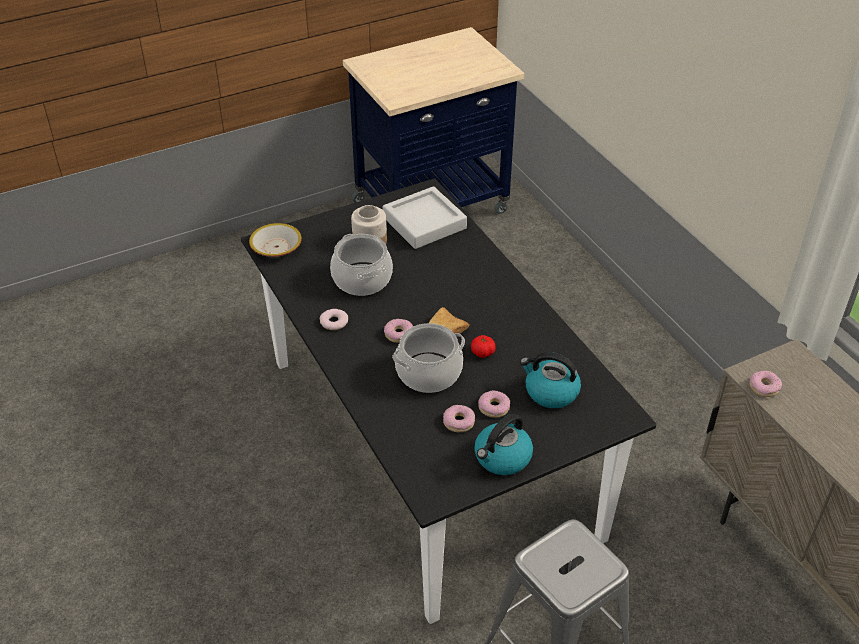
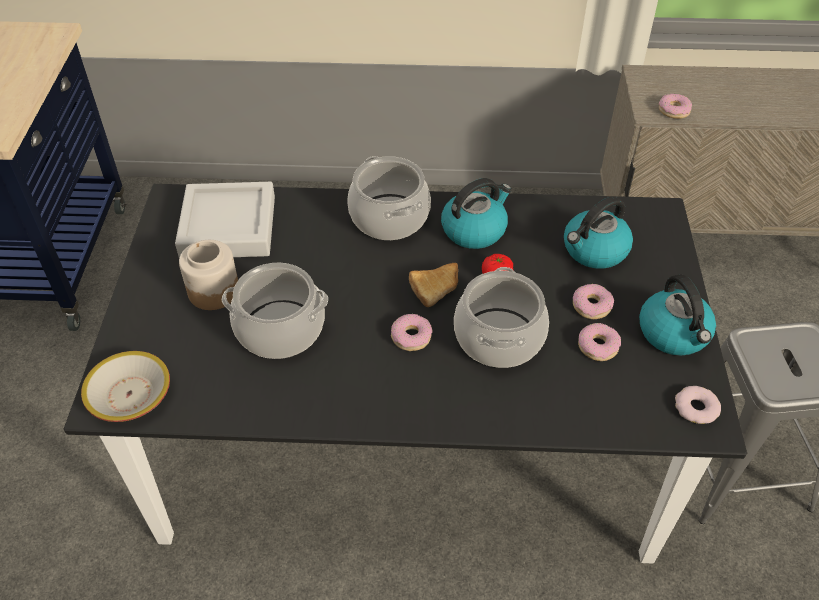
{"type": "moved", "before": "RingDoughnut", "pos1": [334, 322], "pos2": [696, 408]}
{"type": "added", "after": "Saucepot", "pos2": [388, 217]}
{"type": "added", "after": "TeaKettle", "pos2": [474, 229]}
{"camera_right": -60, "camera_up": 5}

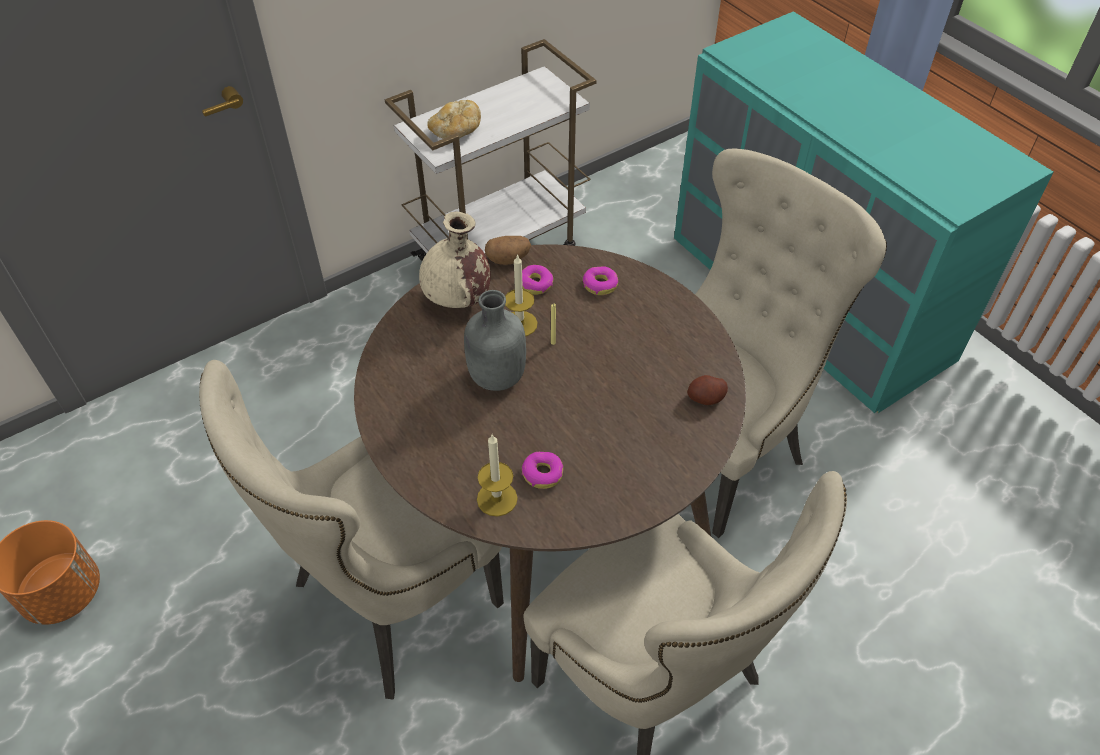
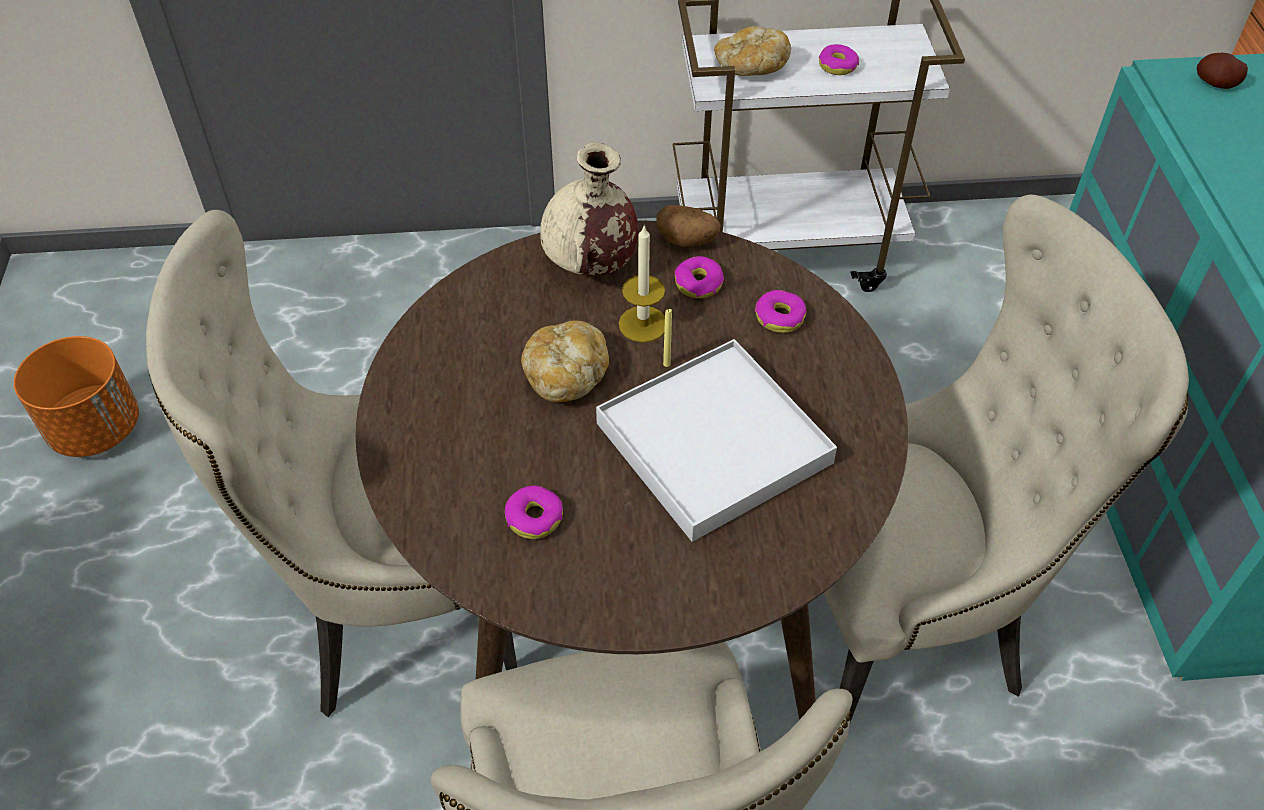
{"type": "replaced", "before": "GreyBeverageBottle", "after": "BakedBread", "pos1": [495, 377], "pos2": [566, 375]}
{"type": "removed", "before": "WaxCandle", "pos1": [497, 498]}
{"type": "moved", "before": "WholePotato", "pos1": [706, 398], "pos2": [1216, 83]}
{"type": "added", "after": "WhitishTray", "pos2": [712, 443]}
{"type": "added", "after": "RingDoughnut", "pos2": [837, 66]}
{"camera_right": 30, "camera_up": 0}

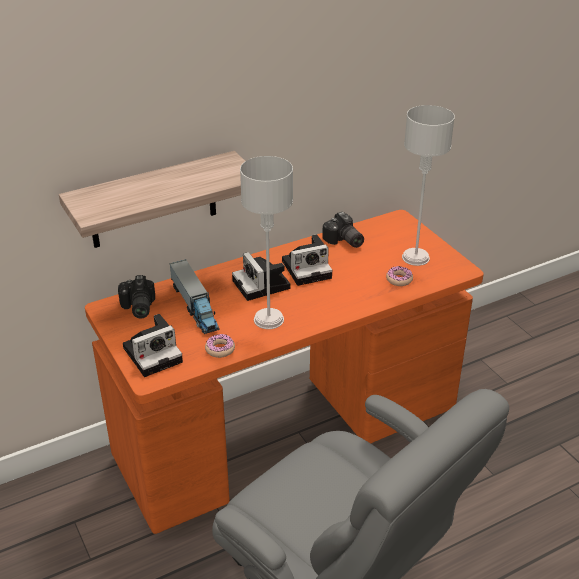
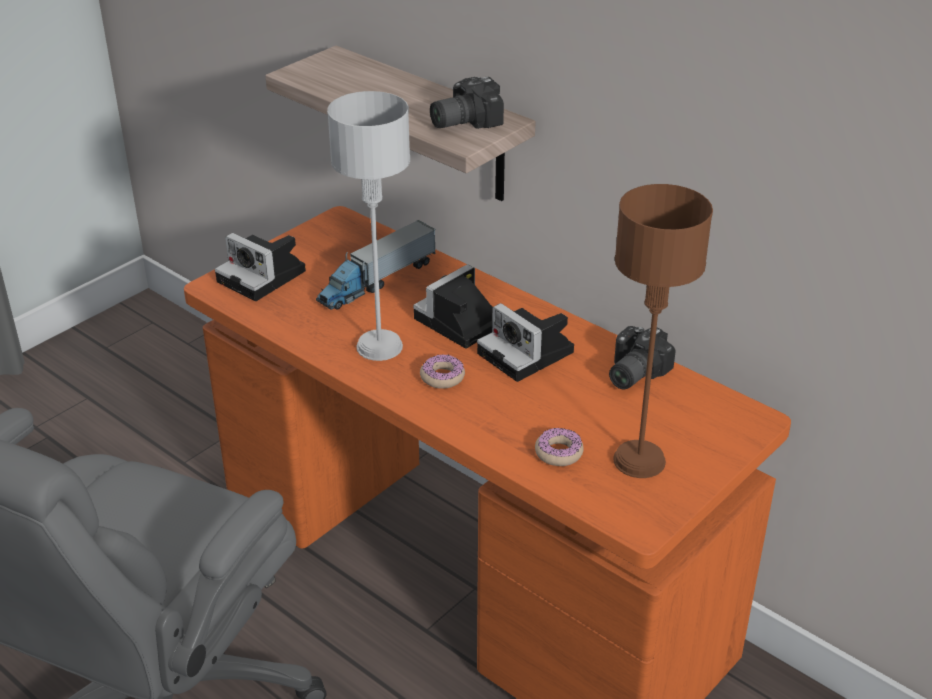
{"type": "moved", "before": "StillCamera", "pos1": [137, 308], "pos2": [462, 121]}
{"type": "moved", "before": "RingDoughnut", "pos1": [220, 349], "pos2": [442, 377]}
{"type": "recoloured", "before": "GreyTabletopLamp", "after": "BrownTabletopLamp", "pos1": [415, 257], "pos2": [640, 460]}
{"camera_right": 70, "camera_up": 0}

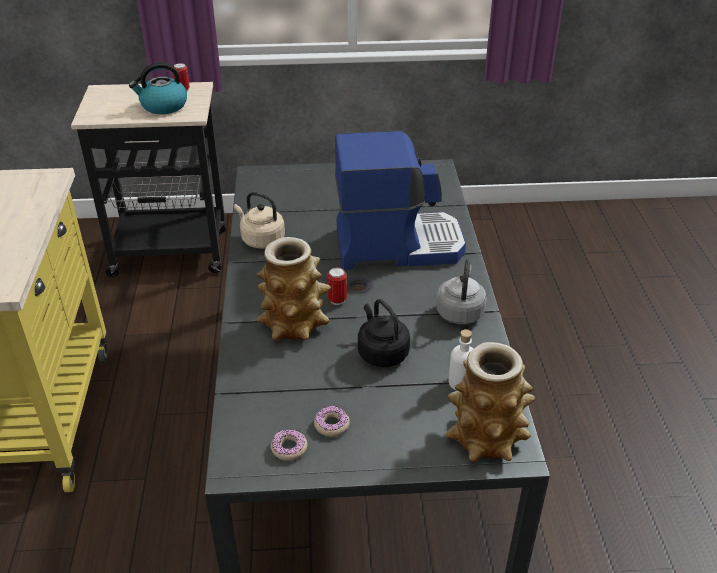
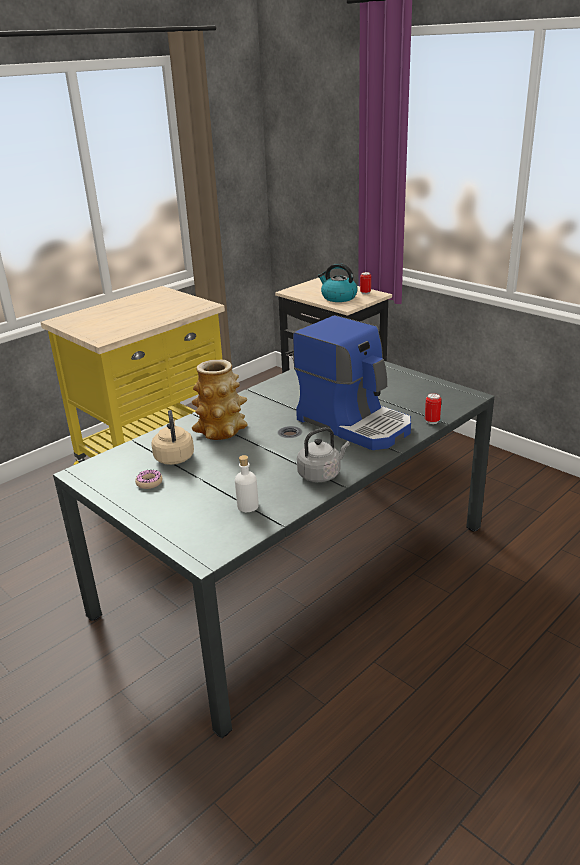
{"type": "moved", "before": "SandColouredTeaKettle", "pos1": [261, 239], "pos2": [174, 457]}
{"type": "removed", "before": "RingDoughnut", "pos1": [289, 448]}
{"type": "moved", "before": "Can", "pos1": [337, 300], "pos2": [432, 421]}
{"type": "removed", "before": "BlackColouredTeaKettle", "pos1": [381, 352]}
{"type": "removed", "before": "FlowerVase", "pos1": [486, 437]}
{"camera_right": 50, "camera_up": -10}

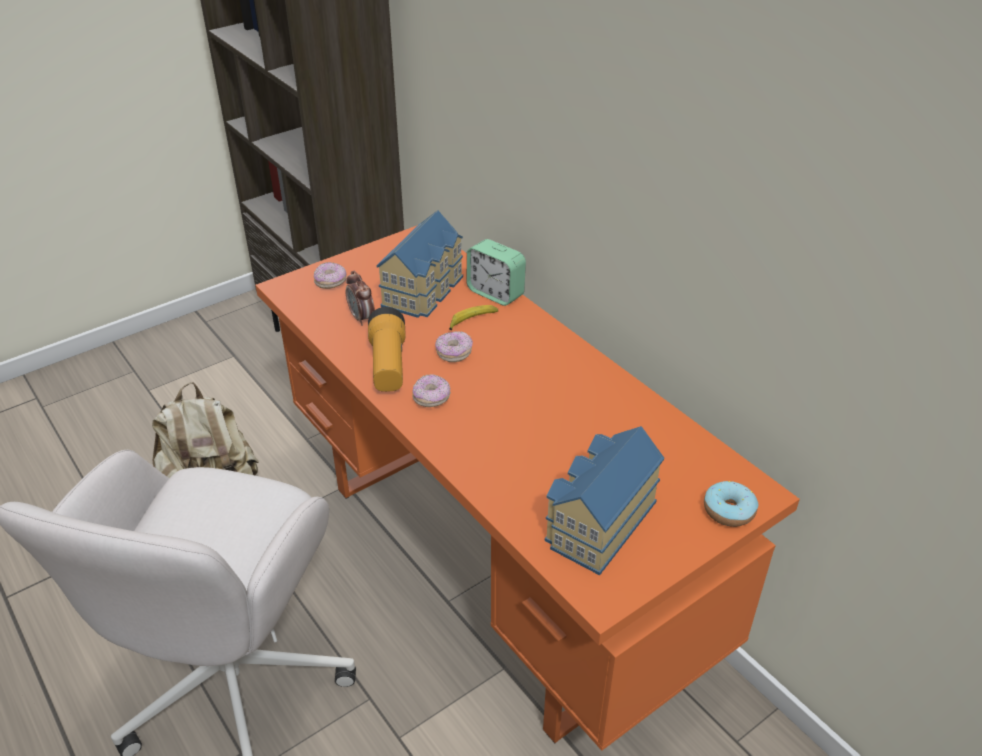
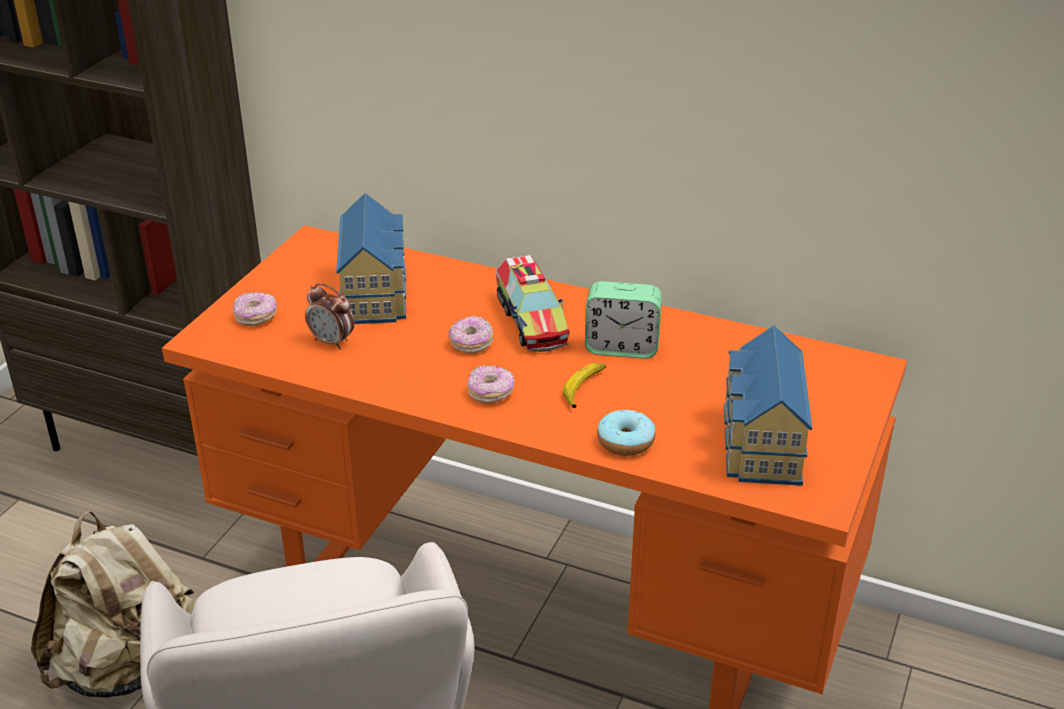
{"type": "removed", "before": "Flashlight", "pos1": [388, 364]}
{"type": "moved", "before": "WholeBanana", "pos1": [472, 321], "pos2": [584, 389]}
{"type": "moved", "before": "TableClock", "pos1": [495, 293], "pos2": [622, 347]}
{"type": "moved", "before": "RingDoughnut", "pos1": [729, 511], "pos2": [625, 441]}
{"type": "added", "after": "ModelTruck", "pos2": [531, 320]}
{"camera_right": -30, "camera_up": -5}

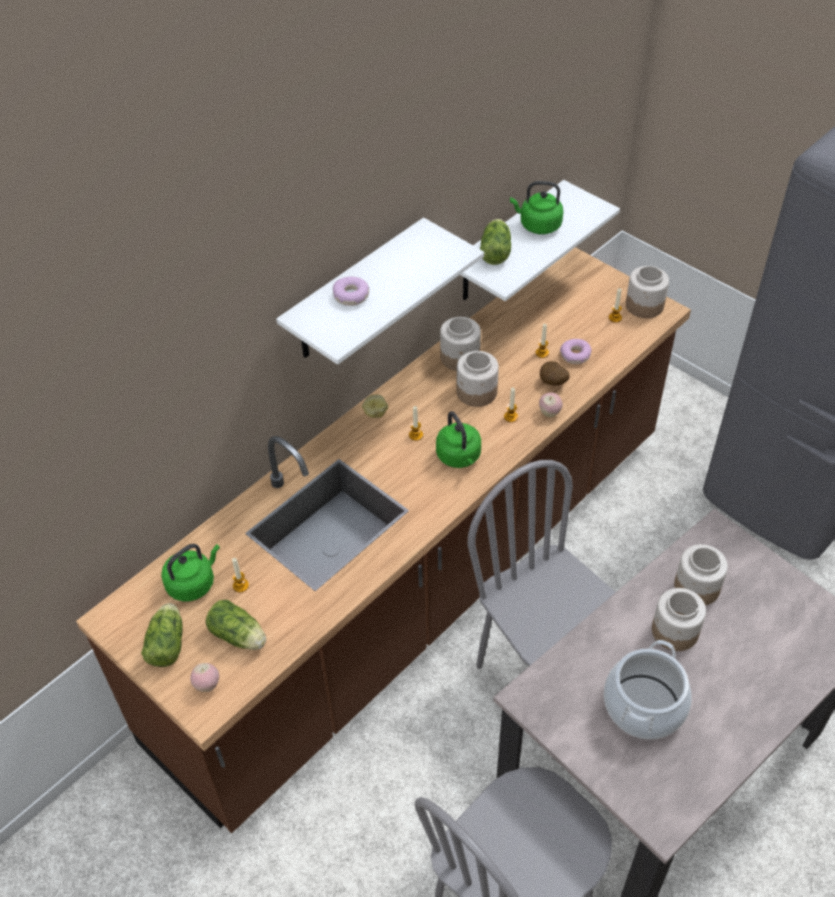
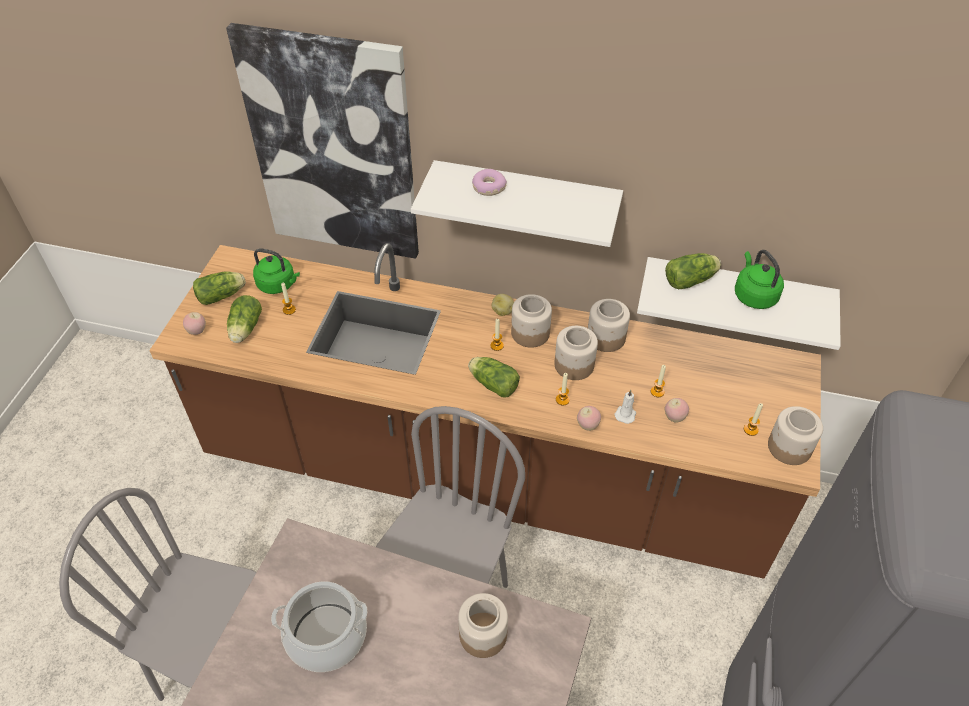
{"type": "replaced", "before": "GreenishTeaKettle", "after": "HeadOfLettuce", "pos1": [459, 457], "pos2": [492, 383]}
{"type": "replaced", "before": "WholePotato", "after": "WhitishWaxCandle", "pos1": [552, 383], "pos2": [625, 414]}
{"type": "replaced", "before": "RingDoughnut", "after": "Apple", "pos1": [575, 355], "pos2": [674, 417]}
{"type": "moved", "before": "Jar", "pos1": [674, 631], "pos2": [529, 333]}
{"type": "added", "after": "Picture", "pos2": [333, 147]}
{"camera_right": 60, "camera_up": 0}

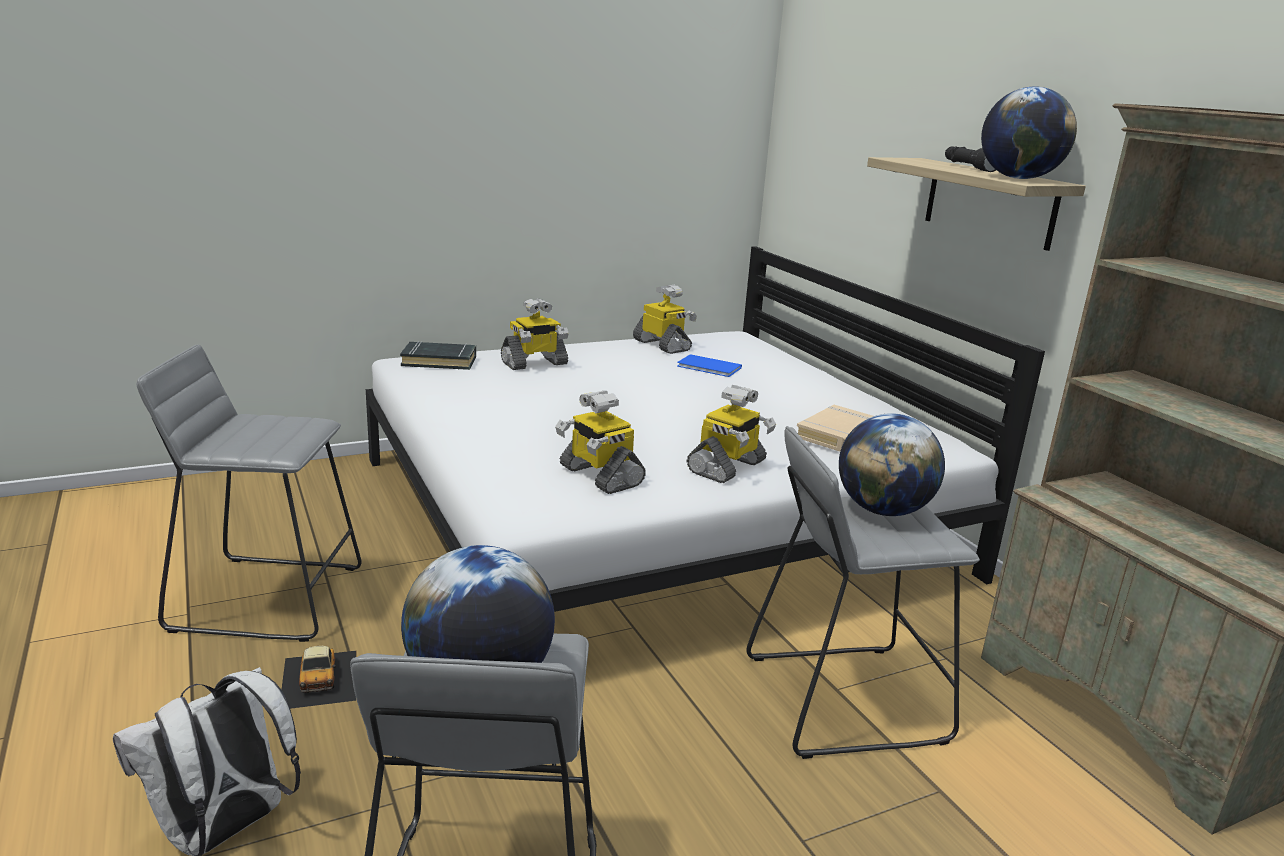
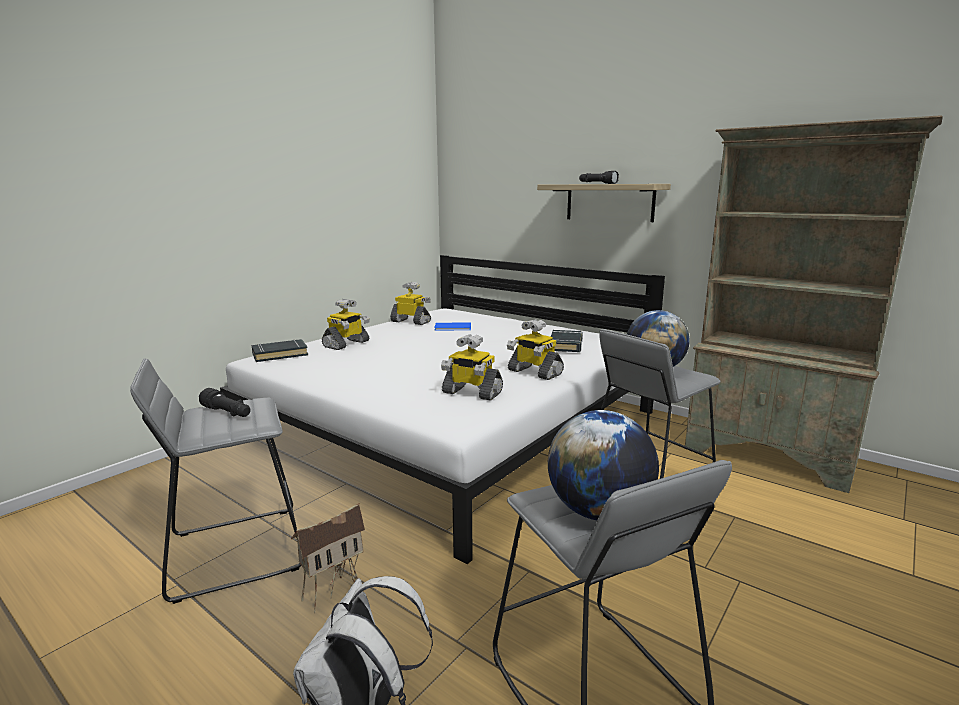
{"type": "replaced", "before": "MiniatureCar", "after": "ModelHouse", "pos1": [320, 678], "pos2": [332, 590]}
{"type": "turned", "before": "RobotFigure", "pos1": [727, 467], "pos2": [534, 372], "turn": 120}
{"type": "recoloured", "before": "SandColouredBook", "after": "BlackColouredBook", "pos1": [836, 434], "pos2": [566, 345]}
{"type": "removed", "before": "WorldGlobe", "pos1": [1018, 178]}
{"type": "added", "after": "BlackColouredFlashlight", "pos2": [227, 413]}
{"camera_right": -25, "camera_up": -5}

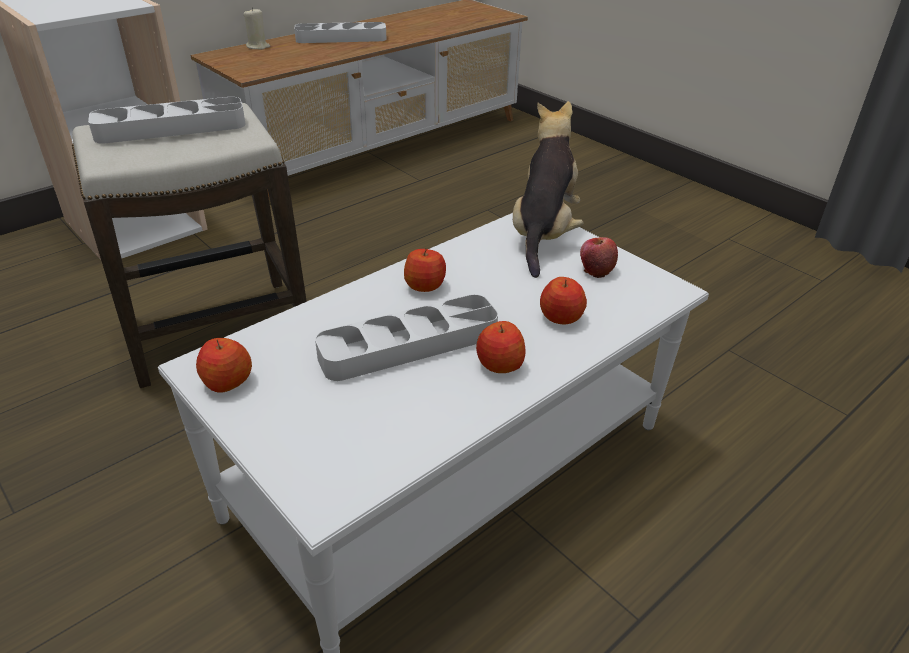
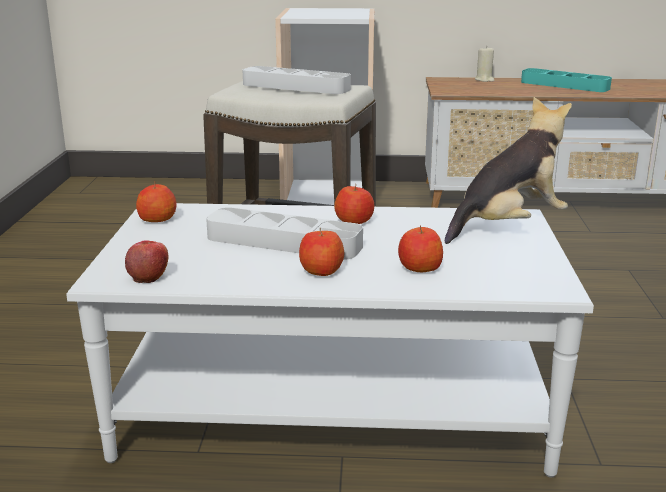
{"type": "recoloured", "before": "GreyTray", "after": "TurquoiseColouredTray", "pos1": [341, 38], "pos2": [564, 85]}
{"type": "moved", "before": "Apple", "pos1": [596, 269], "pos2": [148, 276]}
{"camera_right": 45, "camera_up": -15}

